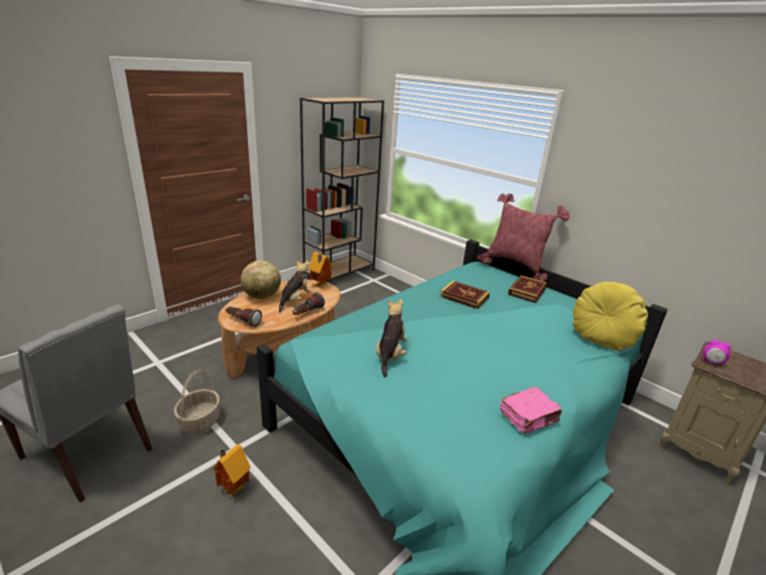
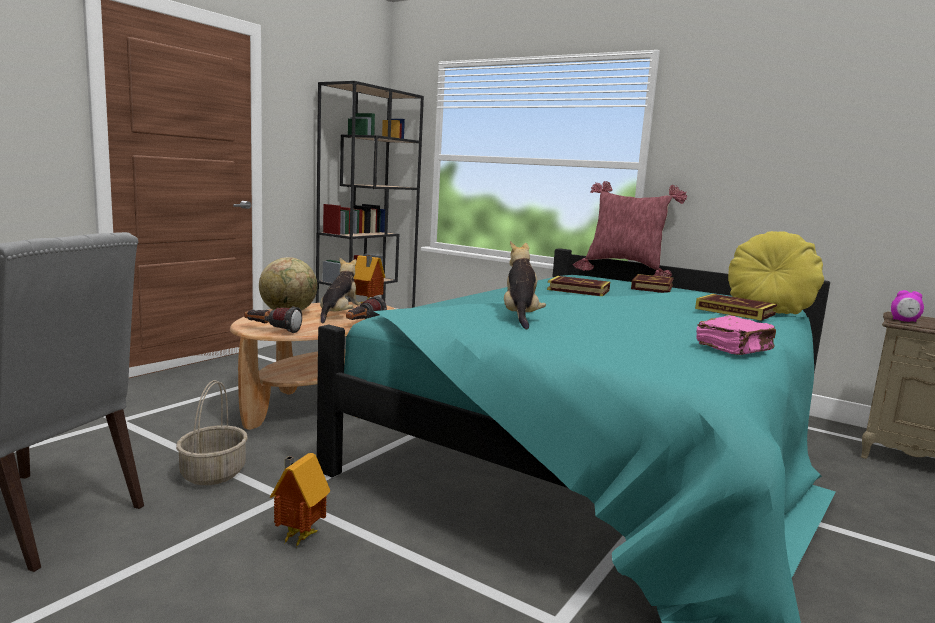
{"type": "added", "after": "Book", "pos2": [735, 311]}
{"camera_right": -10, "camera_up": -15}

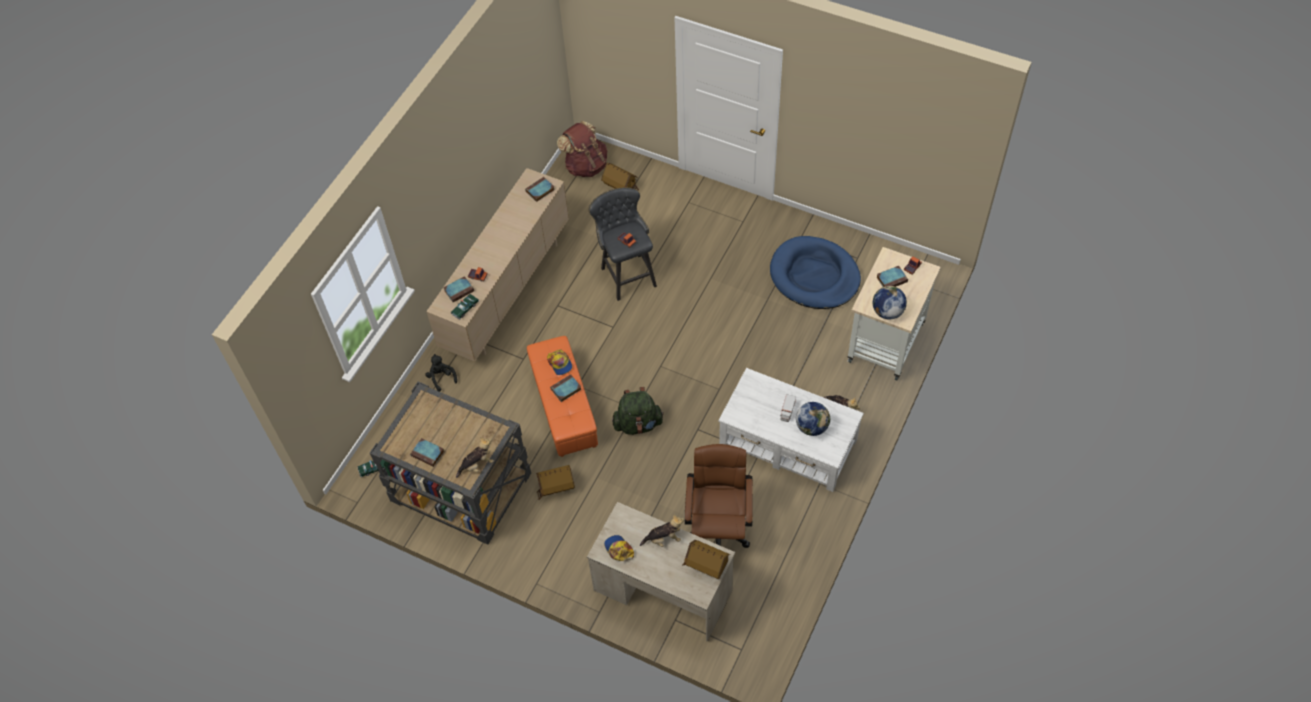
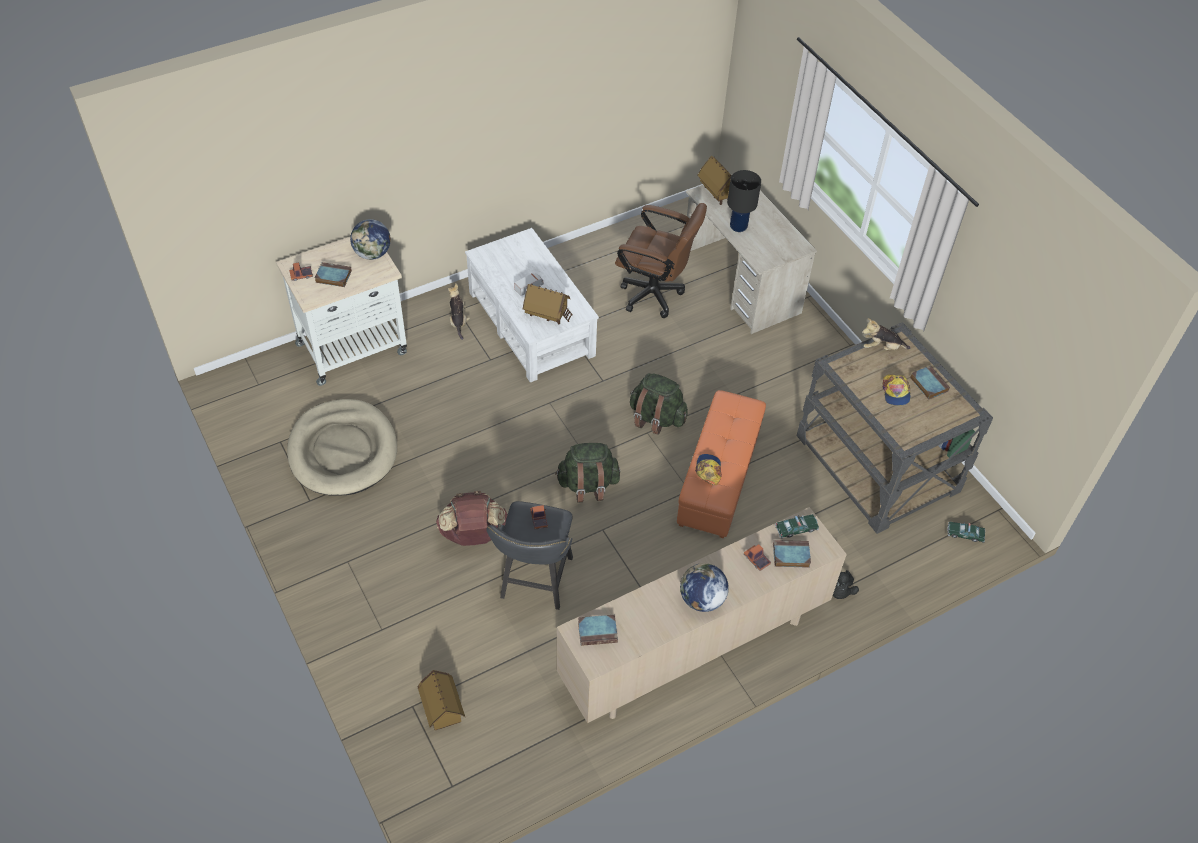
{"type": "moved", "before": "ModelHouse", "pos1": [556, 487], "pos2": [547, 315]}
{"type": "removed", "before": "Book", "pos1": [565, 390]}
{"type": "moved", "before": "BrownRucksack", "pos1": [585, 165], "pos2": [473, 535]}
{"type": "moved", "before": "BaseballCap", "pos1": [618, 549], "pos2": [895, 392]}
{"type": "replaced", "before": "PlushToy", "after": "BlackColouredTabletopLamp", "pos1": [664, 538], "pos2": [738, 228]}
{"type": "turned", "before": "BrownOfficeChair", "pos1": [719, 529], "pos2": [655, 296], "turn": -105}
{"type": "recoloured", "before": "BluishPetBed", "after": "SandColouredPetBed", "pos1": [814, 276], "pos2": [343, 451]}
{"type": "moved", "before": "WorldGlobe", "pos1": [812, 427], "pos2": [701, 599]}
{"type": "added", "after": "GreenishRucksack", "pos2": [588, 485]}
{"camera_right": -150, "camera_up": -5}

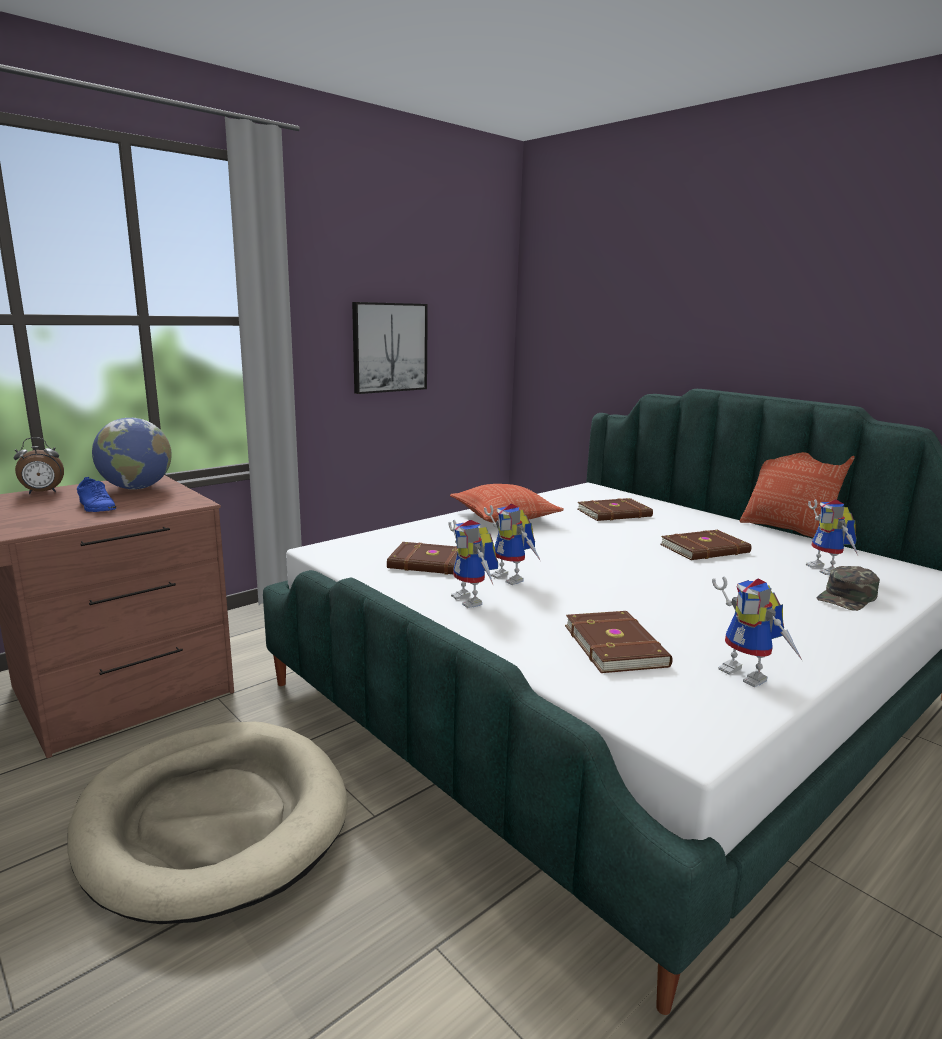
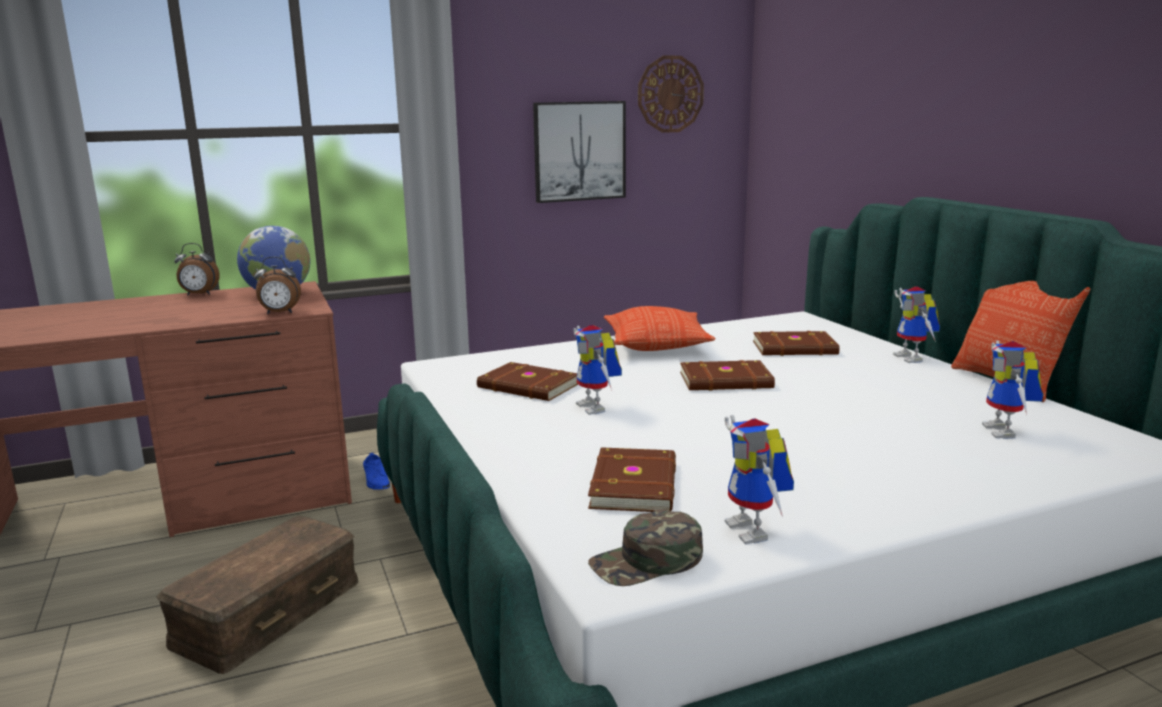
{"type": "replaced", "before": "SandColouredPetBed", "after": "BrownStorageBox", "pos1": [213, 821], "pos2": [267, 611]}
{"type": "moved", "before": "BluishShoe", "pos1": [97, 506], "pos2": [376, 480]}
{"type": "moved", "before": "RobotFigure", "pos1": [473, 600], "pos2": [914, 358]}
{"type": "moved", "before": "BrownBook", "pos1": [706, 549], "pos2": [726, 381]}
{"type": "moved", "before": "GreenishBaseballCap", "pos1": [847, 597], "pos2": [647, 562]}
{"type": "added", "after": "TableClock", "pos2": [279, 313]}
{"type": "added", "after": "ClockOnTheWall", "pos2": [670, 94]}
{"camera_right": 20, "camera_up": 0}

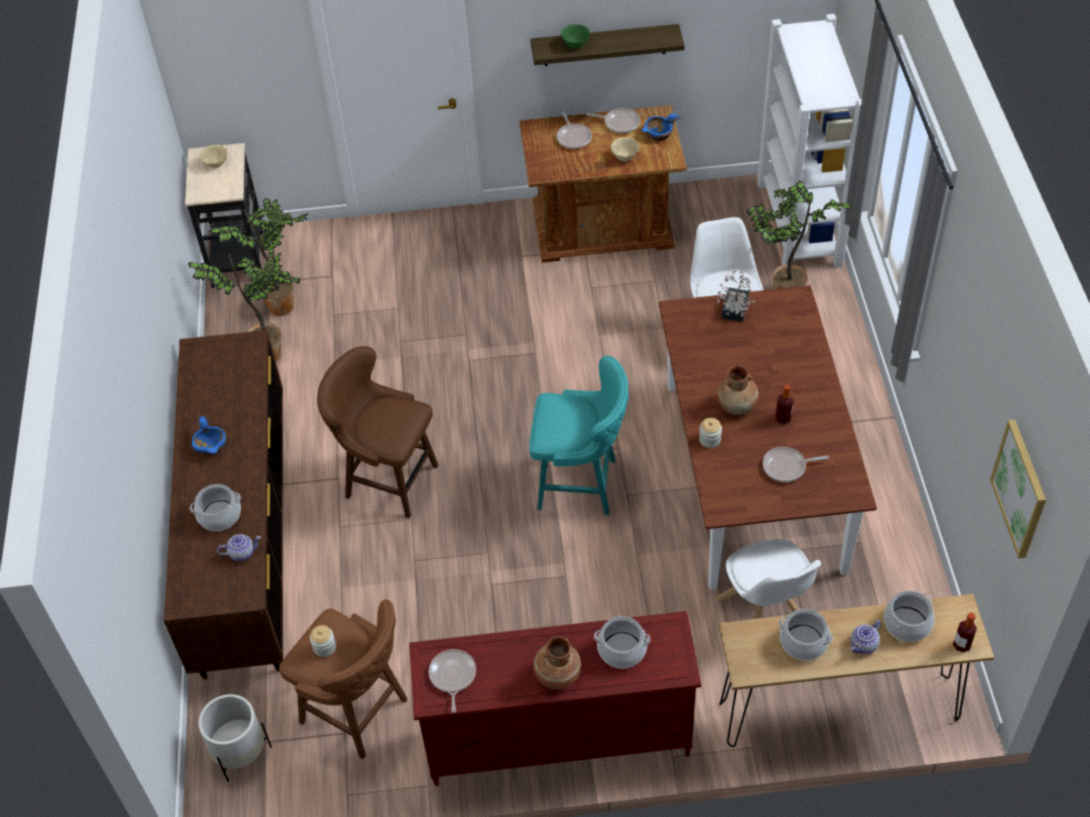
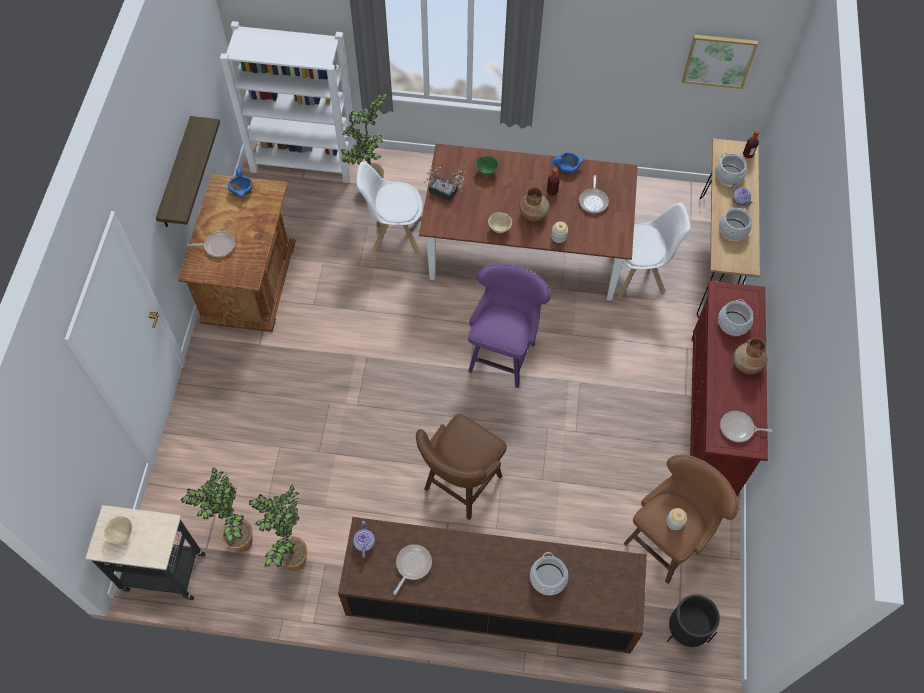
{"type": "moved", "before": "BluishServingBowl", "pos1": [211, 446], "pos2": [567, 167]}
{"type": "recoloured", "before": "WhitishPlantPot", "after": "BlackColouredPlantPot", "pos1": [241, 753], "pos2": [686, 630]}
{"type": "moved", "before": "Teapot", "pos1": [242, 553], "pos2": [364, 543]}
{"type": "recoloured", "before": "TurquoiseColouredSittingStool", "after": "PurpleColouredSittingStool", "pos1": [581, 484], "pos2": [503, 354]}
{"type": "moved", "before": "GreenishServingBowl", "pos1": [576, 45], "pos2": [486, 171]}
{"type": "moved", "before": "Skillet", "pos1": [619, 123], "pos2": [412, 565]}
{"type": "moved", "before": "SandColouredServingBowl", "pos1": [625, 157], "pos2": [499, 228]}
{"camera_right": -80, "camera_up": 10}

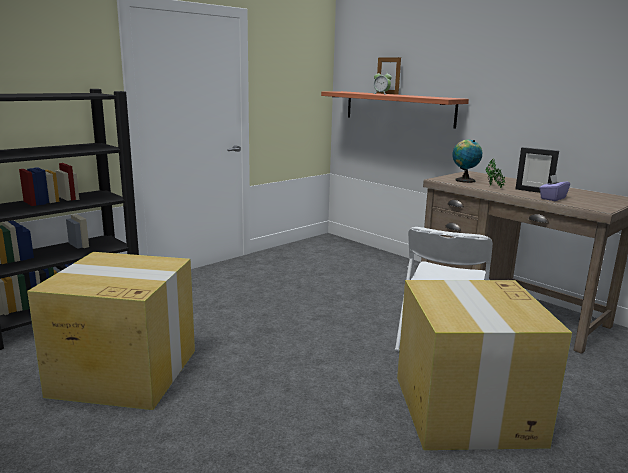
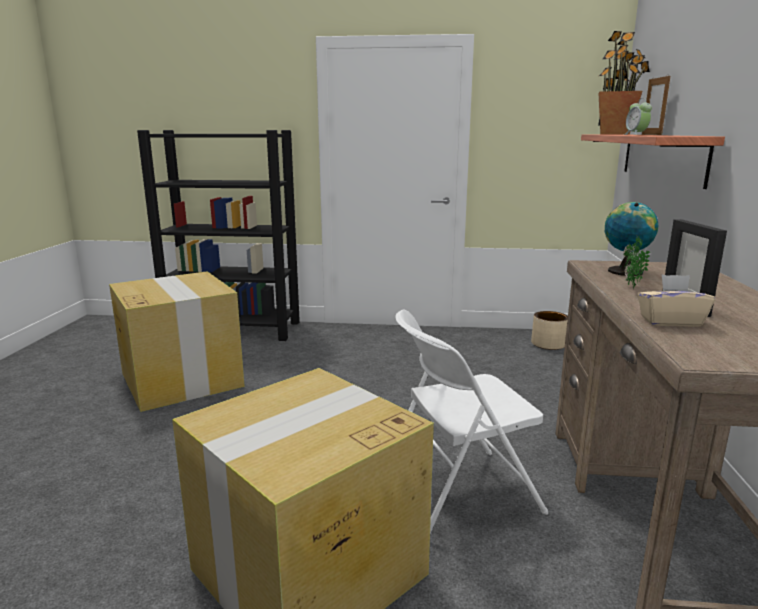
{"type": "recoloured", "before": "PurpleColouredBoxOfTissues", "after": "SandColouredBoxOfTissues", "pos1": [552, 198], "pos2": [670, 321]}
{"type": "added", "after": "SandColouredPlantPot", "pos2": [548, 344]}
{"type": "added", "after": "PottedPlant", "pos2": [615, 134]}
{"camera_right": 50, "camera_up": 0}

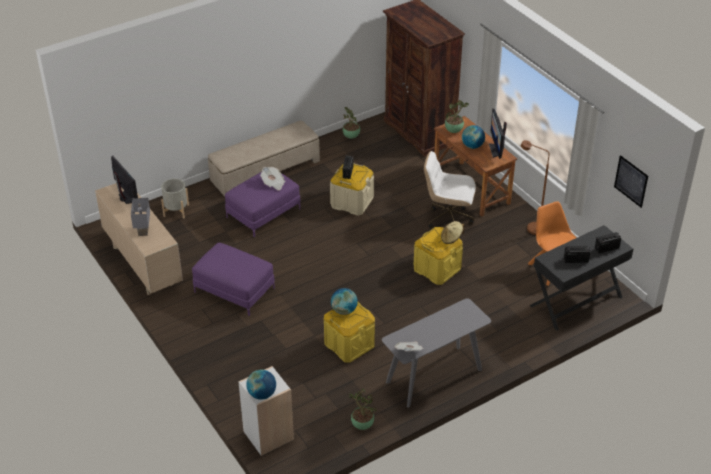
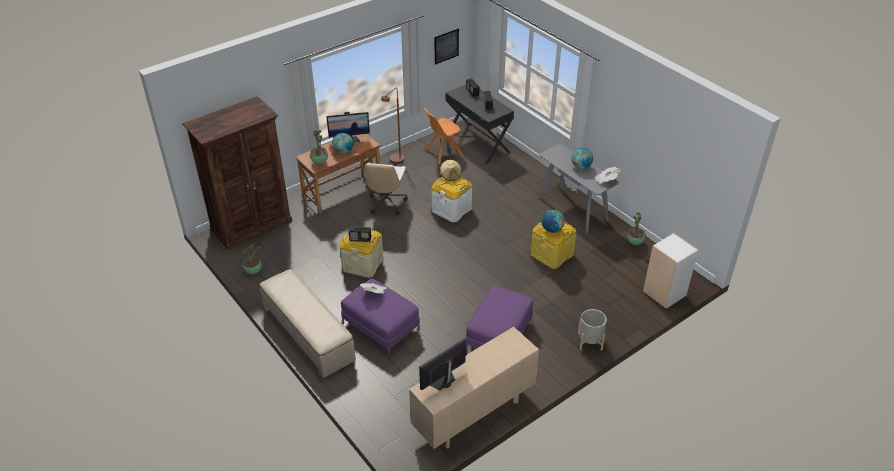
{"type": "removed", "before": "GreyTabletopLamp", "pos1": [144, 231]}
{"type": "moved", "before": "GreyPlantPot", "pos1": [176, 210], "pos2": [589, 341]}
{"type": "moved", "before": "WorldGlobe", "pos1": [262, 394], "pos2": [581, 166]}
{"type": "recoloured", "before": "YellowStorageBox", "after": "WhitishStorageBox", "pos1": [437, 269], "pos2": [451, 209]}
{"camera_right": -95, "camera_up": 0}

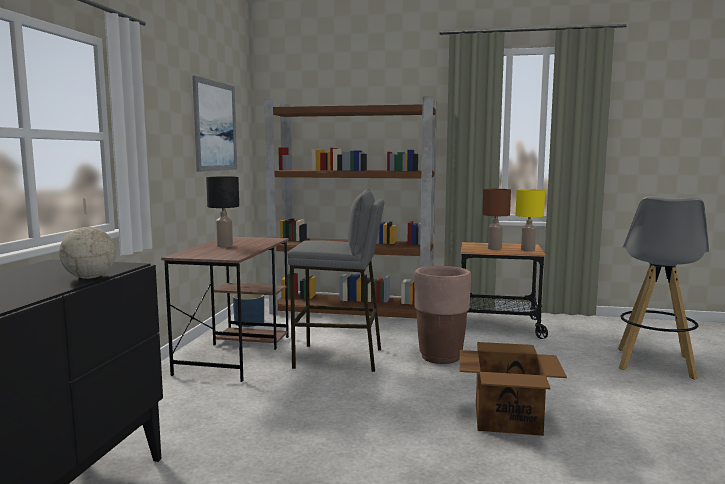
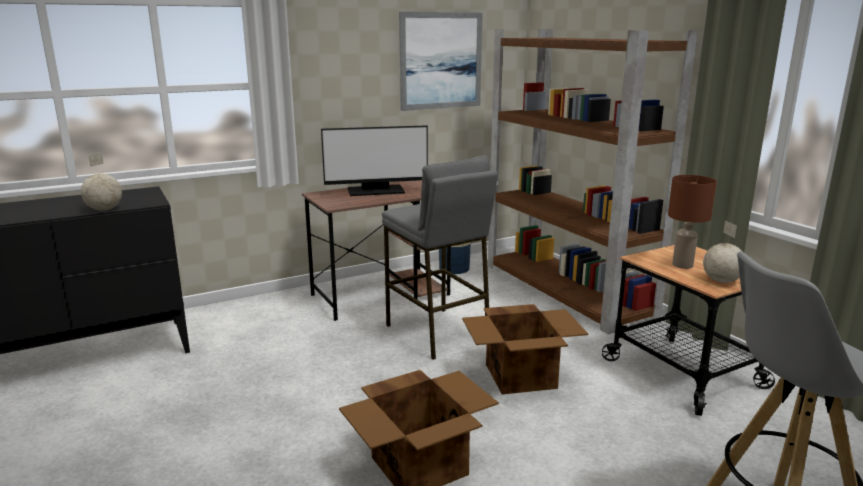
{"type": "replaced", "before": "BlackColouredTabletopLamp", "after": "ComputerDisplay", "pos1": [224, 246], "pos2": [376, 191]}
{"type": "replaced", "before": "BrownPlantPot", "after": "PackingBox", "pos1": [440, 357], "pos2": [521, 376]}
{"type": "replaced", "before": "YellowTabletopLamp", "after": "WorldGlobe", "pos1": [528, 250], "pos2": [721, 281]}
{"camera_right": 50, "camera_up": 10}

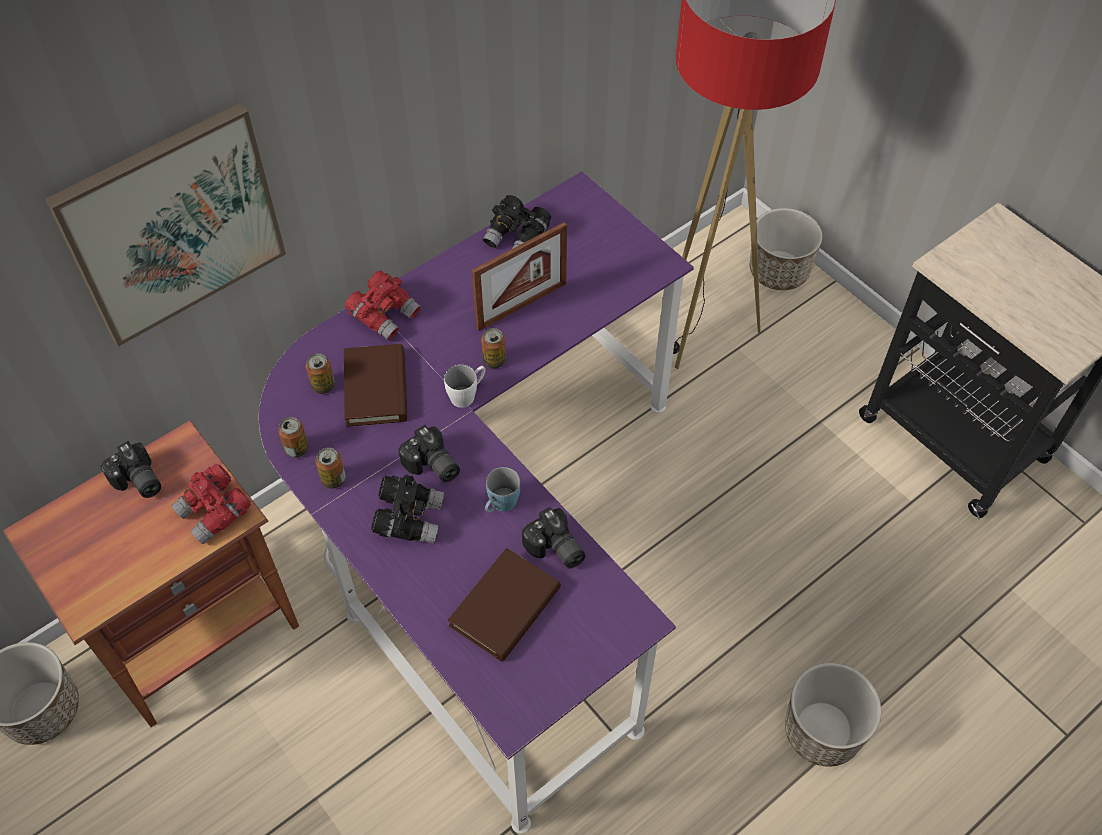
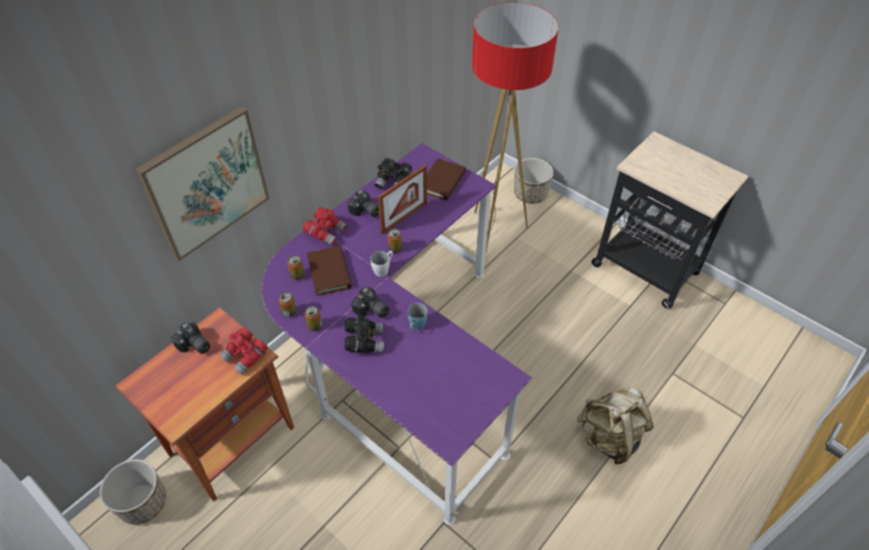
{"type": "moved", "before": "BrownBook", "pos1": [505, 607], "pos2": [442, 182]}
{"type": "moved", "before": "StillCamera", "pos1": [554, 549], "pos2": [365, 211]}
{"type": "replaced", "before": "PlantPot", "after": "SandColouredRucksack", "pos1": [821, 731], "pos2": [609, 437]}
{"camera_right": -10, "camera_up": -5}

